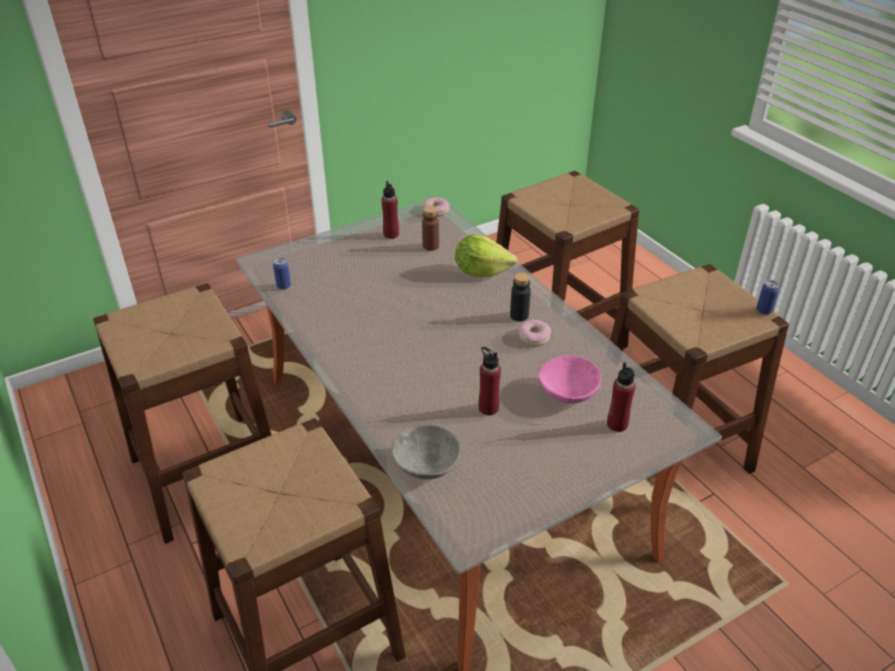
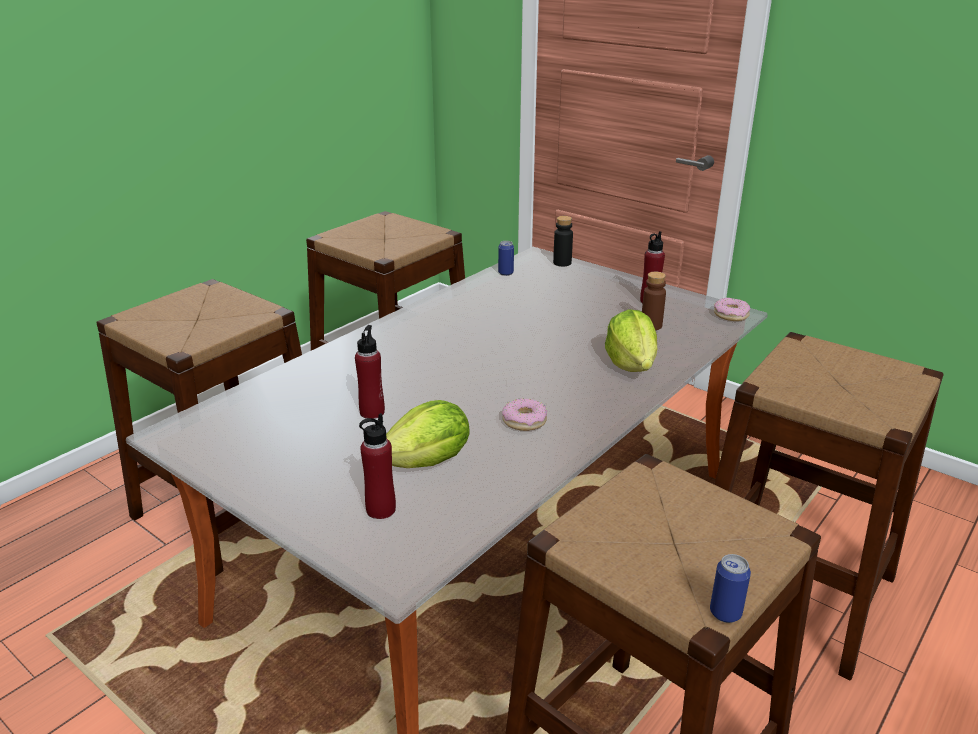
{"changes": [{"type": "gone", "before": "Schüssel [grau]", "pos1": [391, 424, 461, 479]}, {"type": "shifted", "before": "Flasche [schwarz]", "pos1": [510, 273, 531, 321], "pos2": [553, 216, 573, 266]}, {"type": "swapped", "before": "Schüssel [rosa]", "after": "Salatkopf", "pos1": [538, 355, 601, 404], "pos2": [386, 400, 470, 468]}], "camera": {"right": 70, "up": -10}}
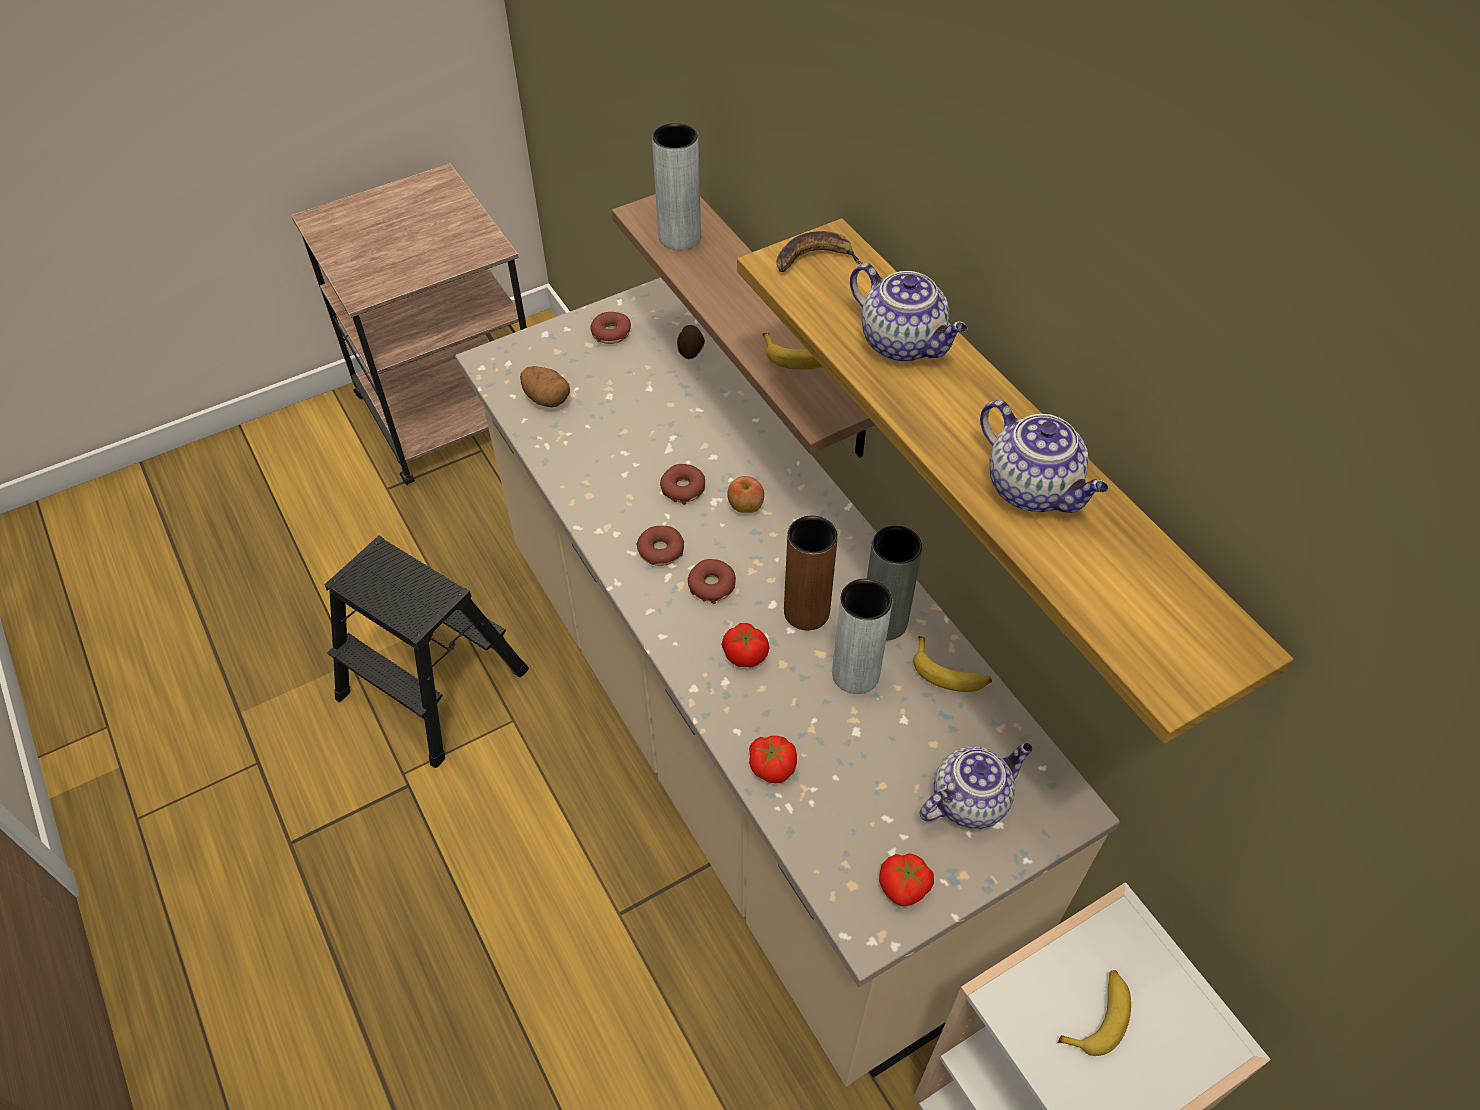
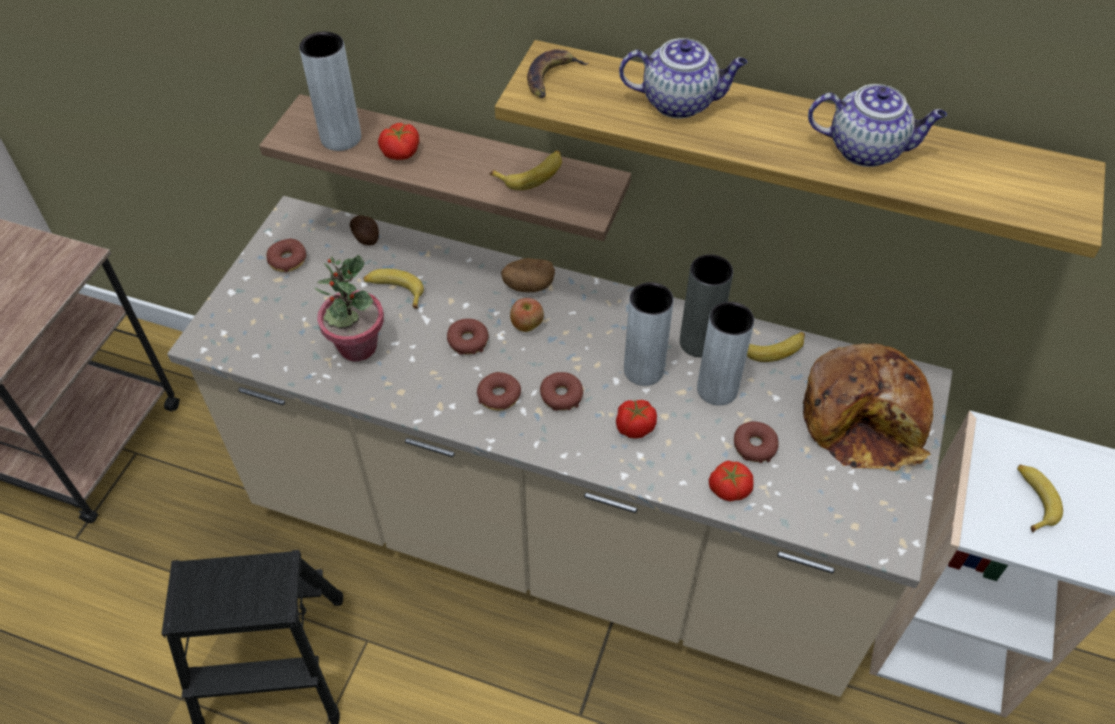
{"changes": [{"type": "new", "after": "Topfpflanze", "pos2": [314, 255, 384, 362]}, {"type": "new", "after": "Banane", "pos2": [363, 269, 424, 309]}, {"type": "new", "after": "Donut", "pos2": [734, 421, 779, 463]}, {"type": "shifted", "before": "Kartoffel", "pos1": [520, 366, 570, 407], "pos2": [501, 258, 555, 292]}, {"type": "shifted", "before": "Tomate", "pos1": [879, 853, 934, 906], "pos2": [378, 123, 419, 160]}, {"type": "swapped", "before": "Teekanne", "after": "Brot", "pos1": [920, 743, 1033, 829], "pos2": [803, 343, 933, 471]}, {"type": "repainted", "before": "Vase [braun]", "after": "Vase [grau]", "pos1": [784, 516, 838, 630], "pos2": [624, 282, 674, 386]}], "camera": {"right": -40, "up": 0}}
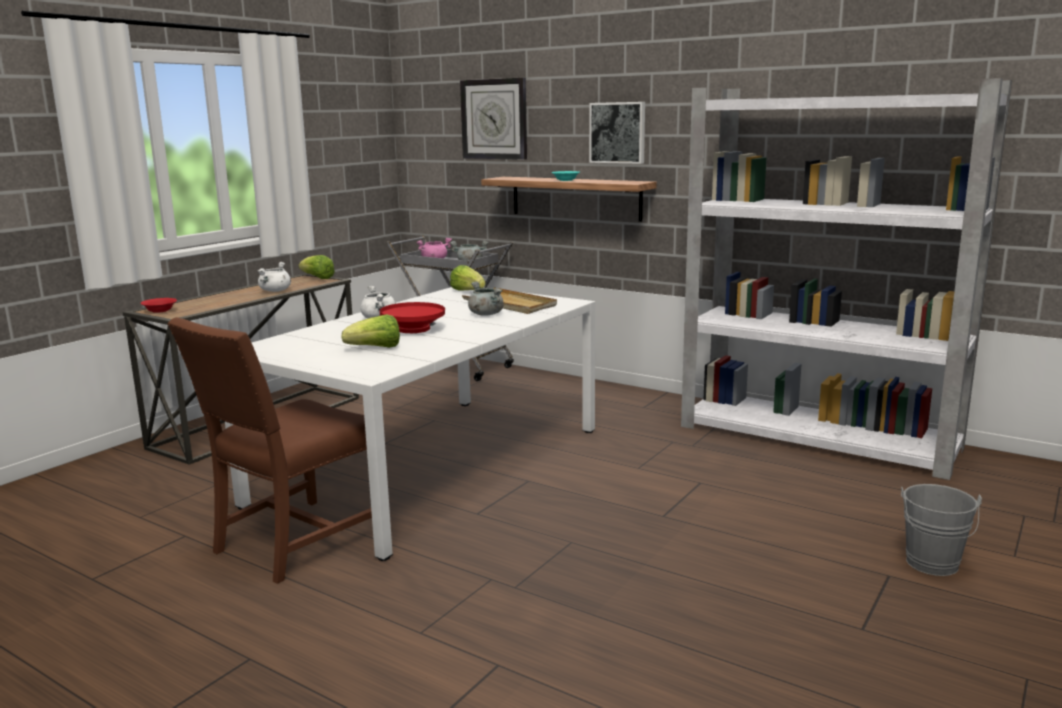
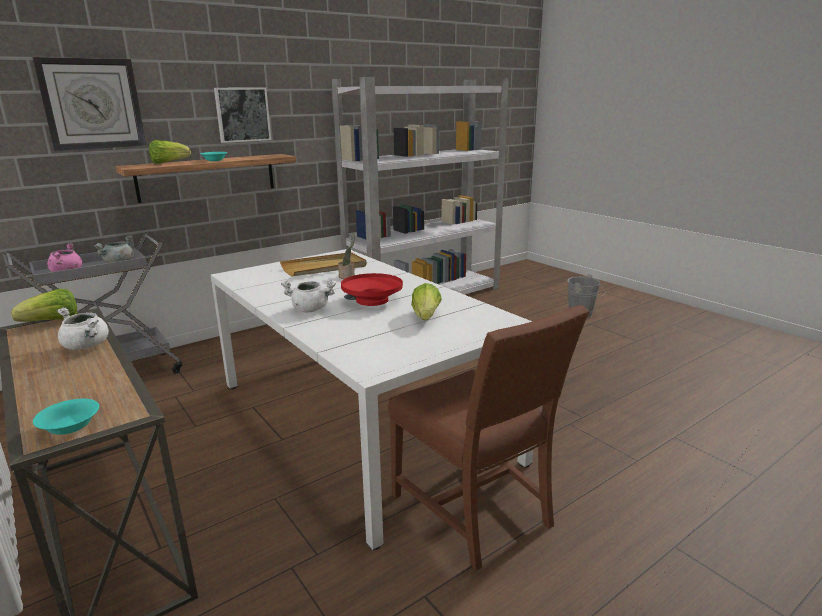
{"changes": [{"type": "shifted", "before": "Salatkopf", "pos1": [450, 265, 486, 291], "pos2": [149, 140, 191, 164]}, {"type": "swapped", "before": "Kochtopf [grau]", "after": "Topfpflanze", "pos1": [468, 282, 504, 316], "pos2": [338, 232, 355, 279]}, {"type": "repainted", "before": "Schüssel [rot]", "after": "Schüssel [türkis]", "pos1": [140, 298, 177, 313], "pos2": [33, 399, 99, 435]}], "camera": {"right": -70, "up": 5}}
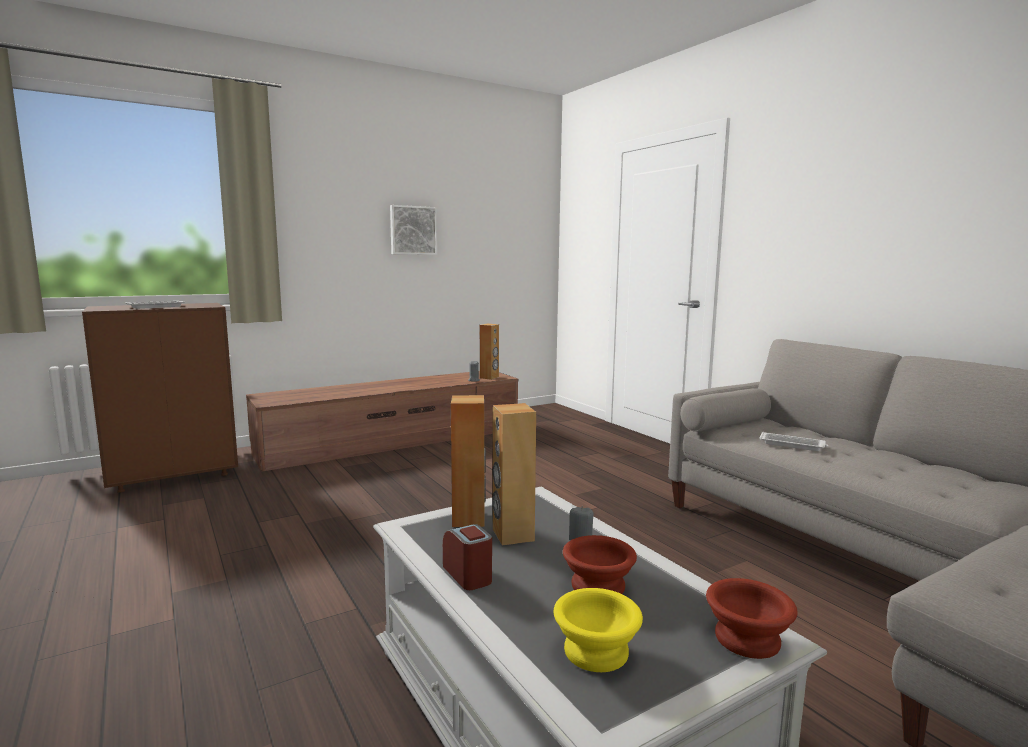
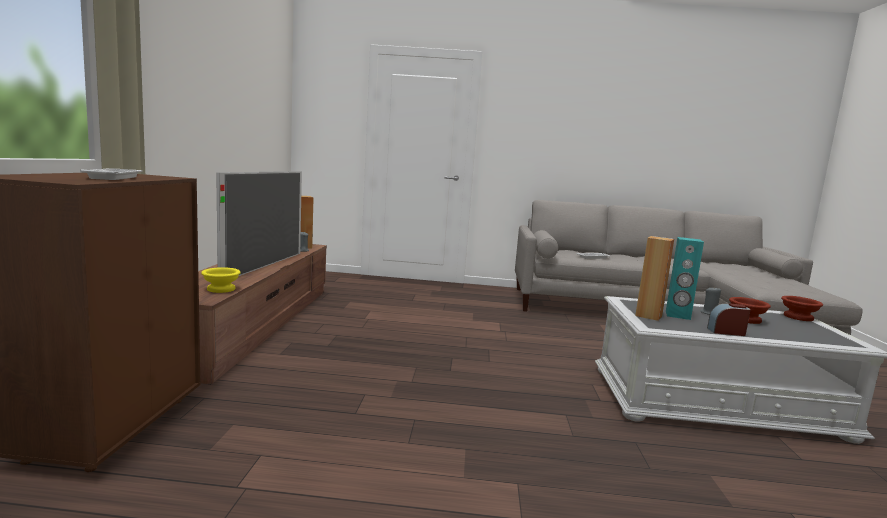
{"changes": [{"type": "gone", "before": "Bild", "pos1": [390, 205, 437, 255]}, {"type": "new", "after": "Fernseher", "pos2": [216, 171, 302, 276]}, {"type": "shifted", "before": "Schüssel [gelb]", "pos1": [554, 588, 643, 672], "pos2": [201, 267, 241, 293]}, {"type": "repainted", "before": "Lautsprecher [braun]", "after": "Lautsprecher [türkis]", "pos1": [492, 403, 536, 545], "pos2": [666, 237, 704, 320]}], "camera": {"right": -55, "up": 0}}
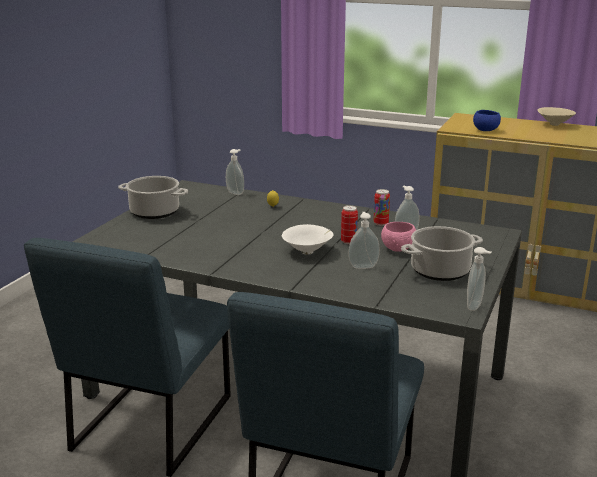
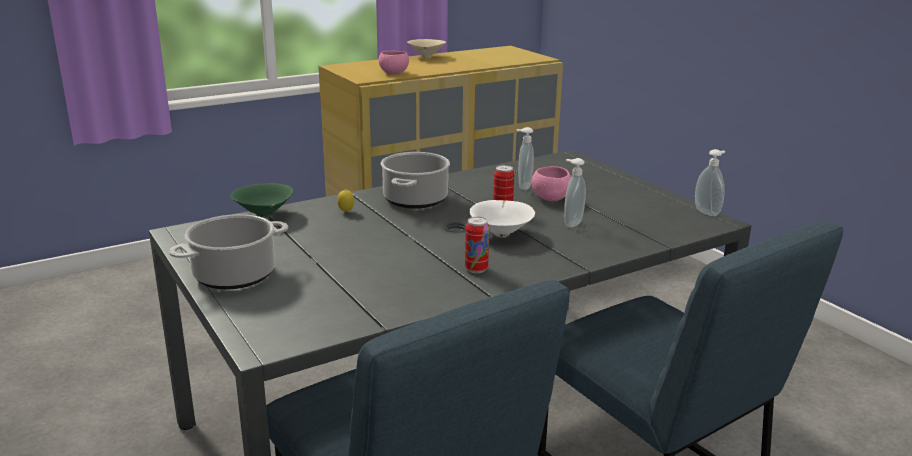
{"changes": [{"type": "shifted", "before": "Dose", "pos1": [374, 189, 390, 226], "pos2": [465, 217, 489, 273]}, {"type": "shifted", "before": "Kochtopf", "pos1": [401, 226, 483, 281], "pos2": [381, 152, 450, 209]}, {"type": "swapped", "before": "Seifenspender", "after": "Schüssel [grün]", "pos1": [226, 149, 244, 195], "pos2": [230, 183, 294, 218]}, {"type": "repainted", "before": "Schüssel [blau]", "after": "Schüssel [rosa]", "pos1": [473, 110, 501, 131], "pos2": [378, 51, 409, 75]}], "camera": {"right": -55, "up": 0}}
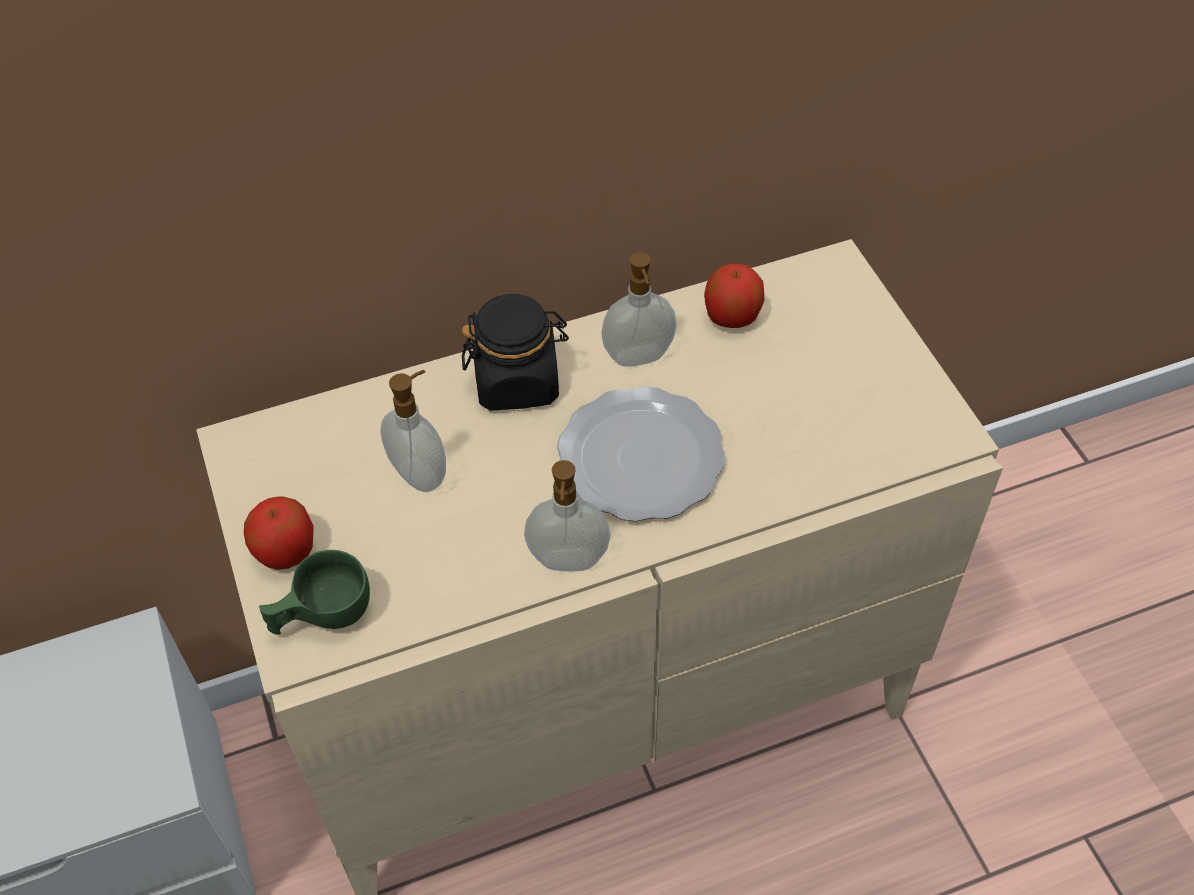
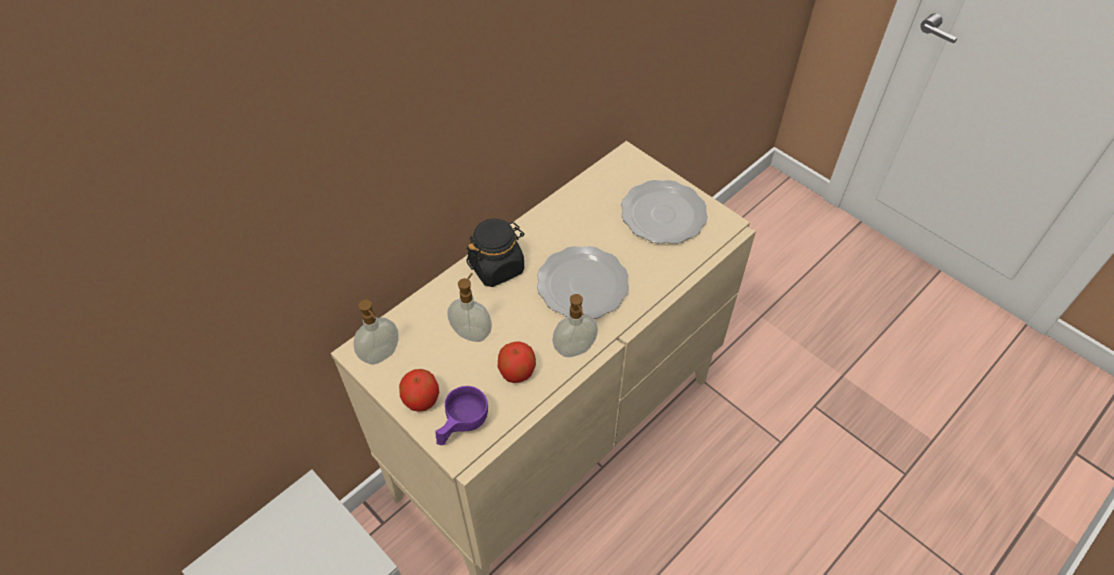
{"changes": [{"type": "new", "after": "Teller", "pos2": [621, 180, 708, 244]}, {"type": "shifted", "before": "Seifenspender", "pos1": [601, 252, 677, 367], "pos2": [353, 300, 399, 364]}, {"type": "shifted", "before": "Apfel", "pos1": [704, 264, 764, 328], "pos2": [498, 341, 536, 383]}, {"type": "repainted", "before": "Tasse [grün]", "after": "Tasse [lila]", "pos1": [259, 550, 370, 635], "pos2": [435, 386, 488, 445]}], "camera": {"right": -25, "up": 0}}
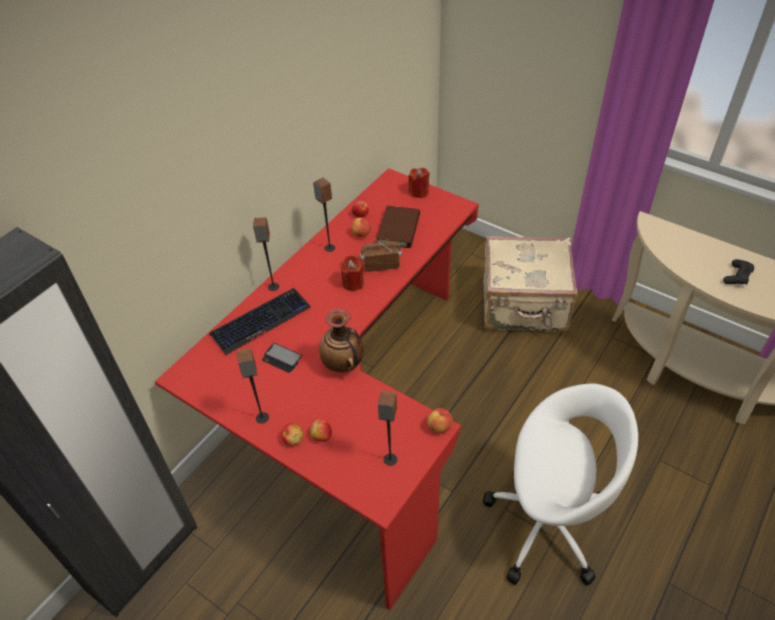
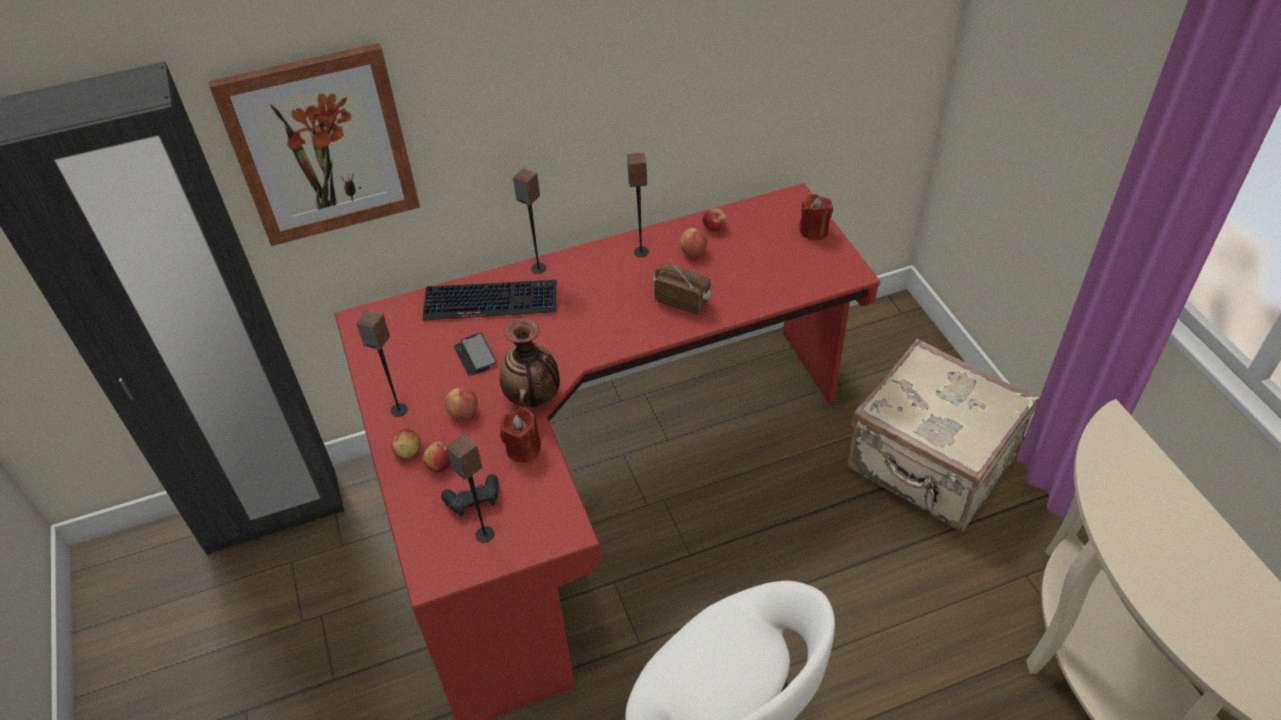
{"changes": [{"type": "gone", "before": "Buch [braun]", "pos1": [376, 206, 420, 248]}, {"type": "new", "after": "Bild", "pos2": [209, 43, 420, 246]}, {"type": "shifted", "before": "Kerze [rot]", "pos1": [340, 255, 364, 291], "pos2": [500, 408, 541, 463]}, {"type": "shifted", "before": "Apfel", "pos1": [427, 408, 453, 433], "pos2": [445, 388, 478, 419]}, {"type": "shifted", "before": "Gamepad [schwarz]", "pos1": [723, 259, 755, 285], "pos2": [441, 474, 499, 516]}], "camera": {"right": 35, "up": 0}}
